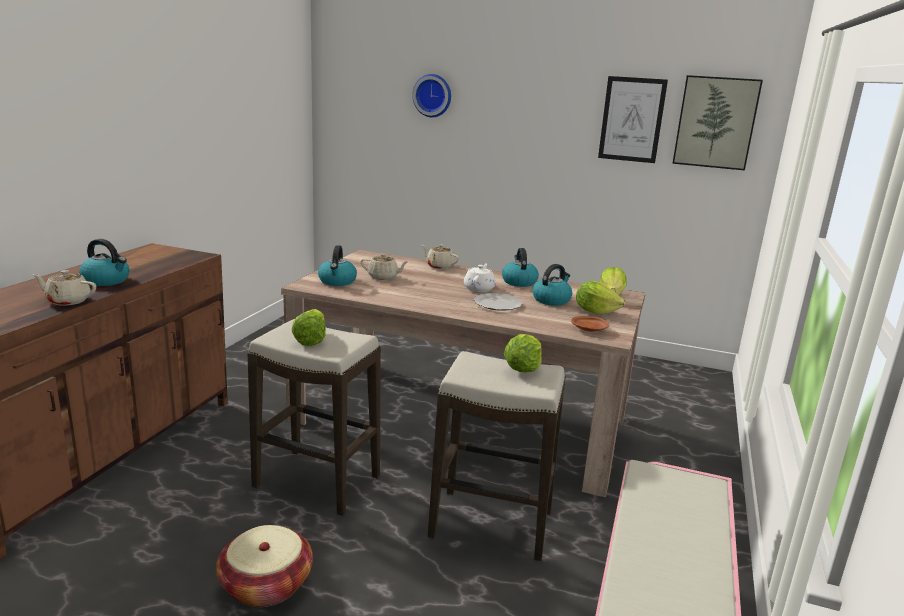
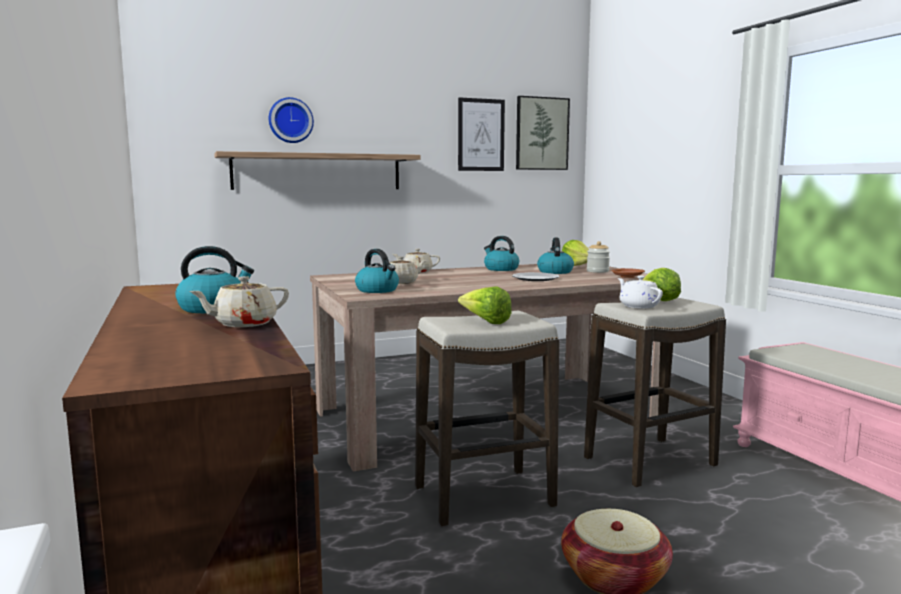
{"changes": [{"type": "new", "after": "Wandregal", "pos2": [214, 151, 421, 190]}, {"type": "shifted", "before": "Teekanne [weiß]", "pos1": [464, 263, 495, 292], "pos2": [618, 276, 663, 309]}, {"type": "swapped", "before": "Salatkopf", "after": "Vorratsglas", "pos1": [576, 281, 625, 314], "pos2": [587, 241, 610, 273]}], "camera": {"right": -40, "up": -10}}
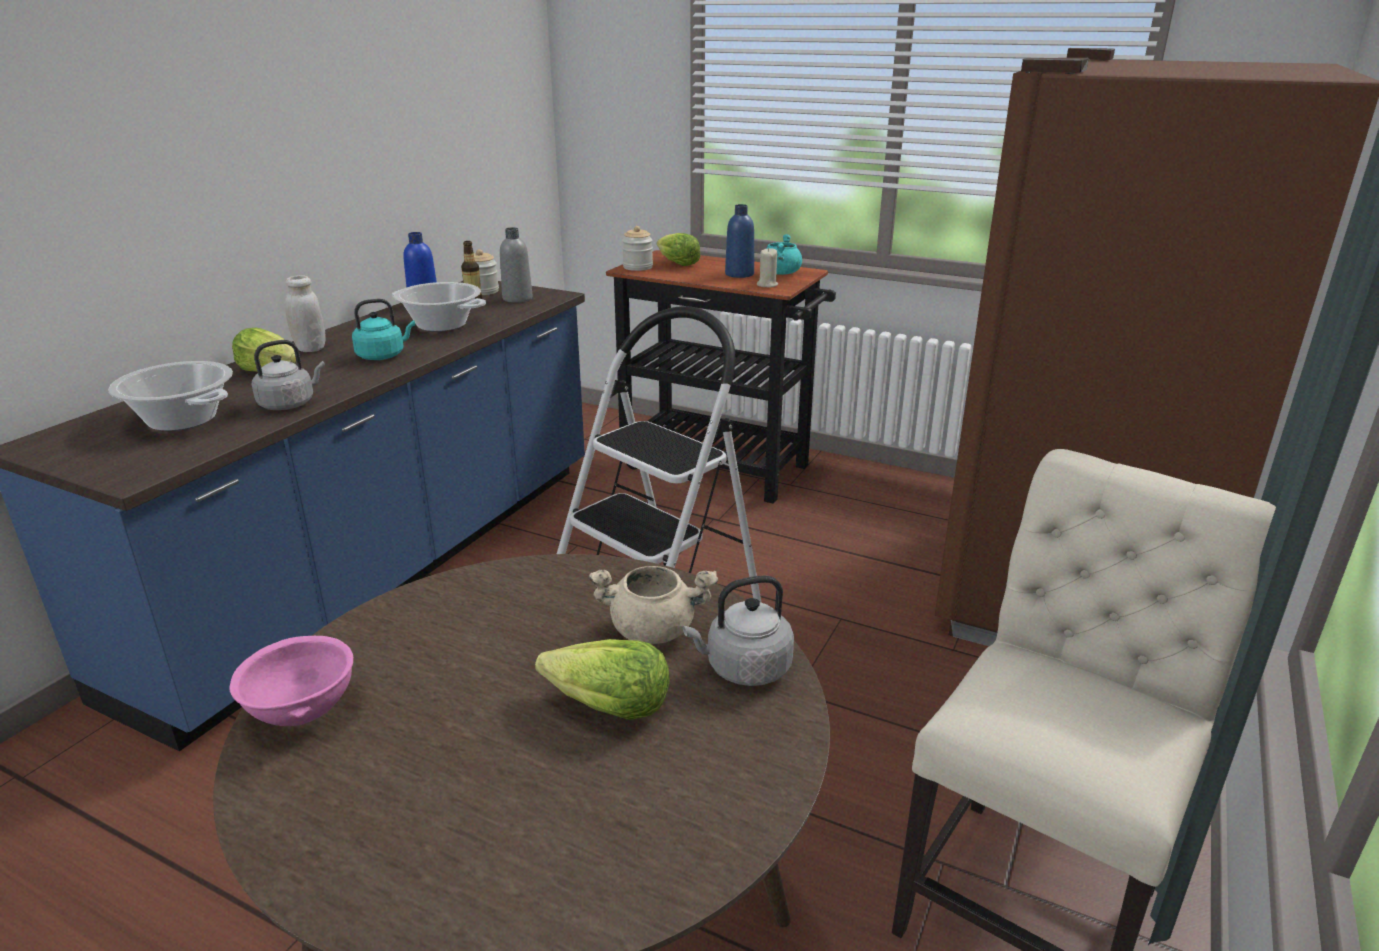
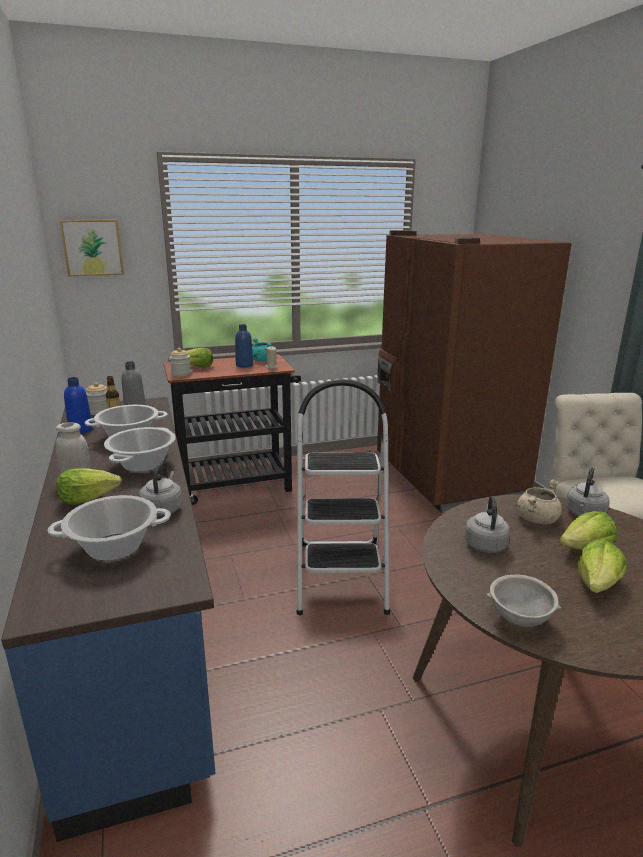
{"changes": [{"type": "new", "after": "Bild", "pos2": [60, 220, 124, 276]}, {"type": "new", "after": "Wasserkessel [grau]", "pos2": [465, 496, 510, 553]}, {"type": "new", "after": "Salatkopf", "pos2": [578, 539, 627, 593]}, {"type": "swapped", "before": "Wasserkessel [türkis]", "after": "Kochtopf", "pos1": [352, 299, 415, 360], "pos2": [104, 427, 176, 472]}, {"type": "repainted", "before": "Schüssel [rosa]", "after": "Schüssel [grau]", "pos1": [229, 636, 353, 726], "pos2": [487, 575, 561, 627]}], "camera": {"right": -45, "up": -5}}
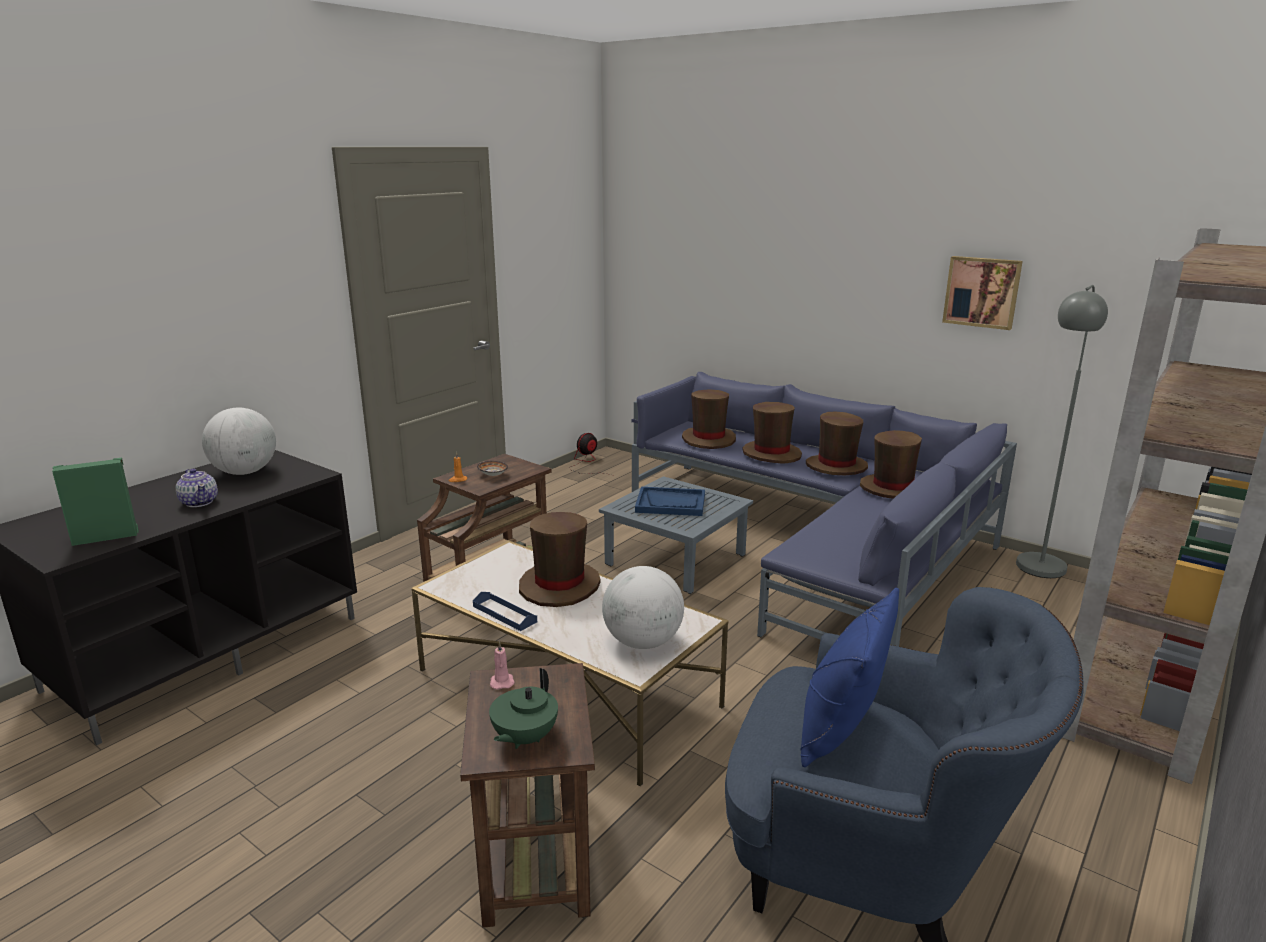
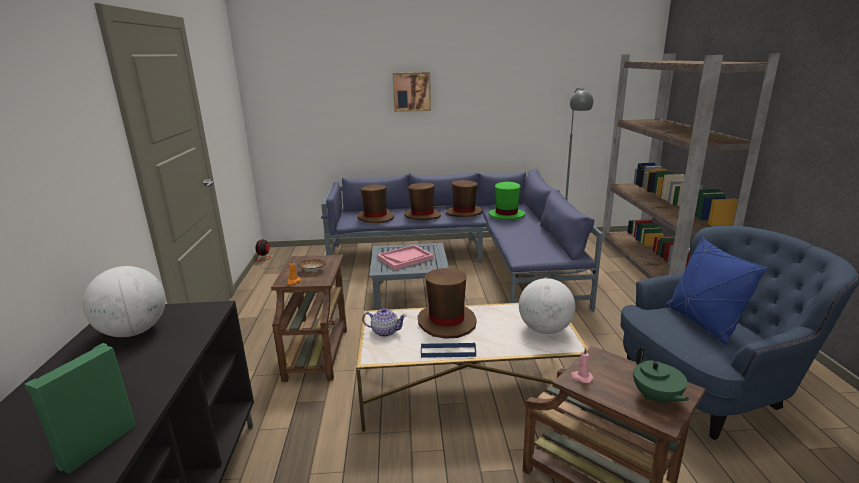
{"changes": [{"type": "shifted", "before": "Teekanne", "pos1": [176, 468, 218, 507], "pos2": [362, 308, 407, 337]}, {"type": "shifted", "before": "Bild", "pos1": [942, 256, 1023, 330], "pos2": [393, 72, 431, 112]}, {"type": "repainted", "before": "Tablett [blau]", "after": "Tablett [rosa]", "pos1": [635, 487, 705, 516], "pos2": [377, 245, 433, 270]}, {"type": "repainted", "before": "Hut [braun]", "after": "Hut [grün]", "pos1": [860, 430, 922, 499], "pos2": [489, 182, 525, 220]}], "camera": {"right": -40, "up": 0}}
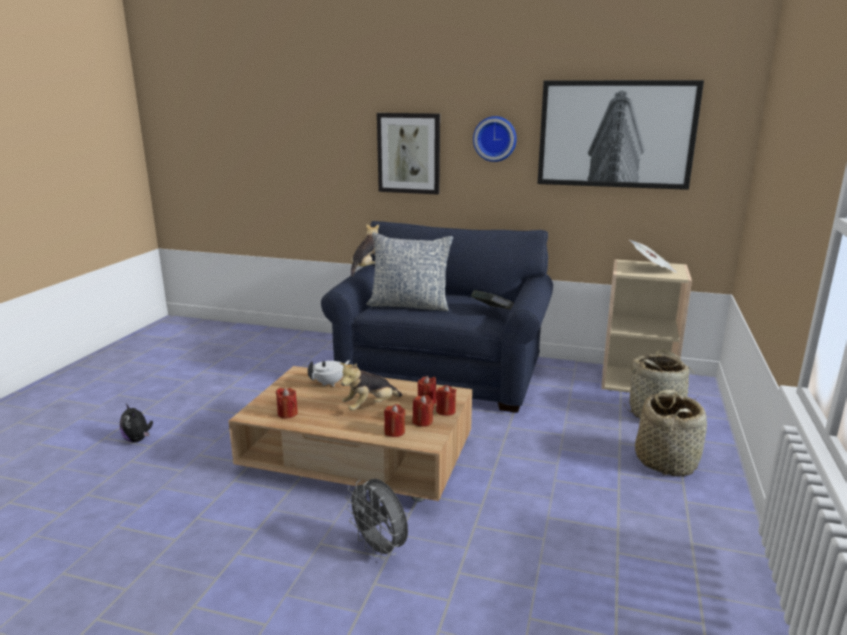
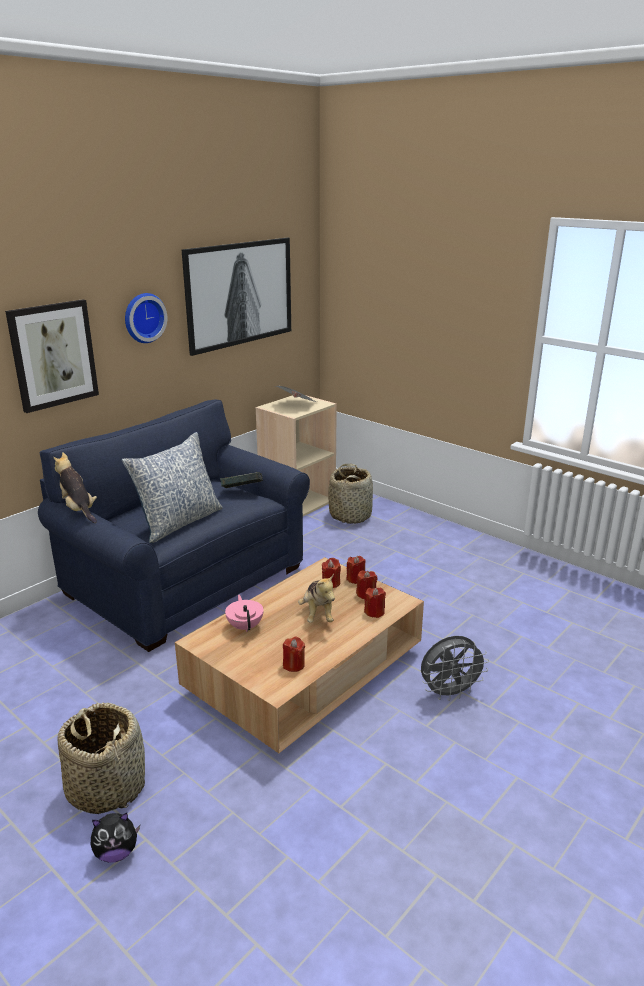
{"changes": [{"type": "shifted", "before": "Korb", "pos1": [635, 390, 707, 476], "pos2": [57, 703, 145, 814]}, {"type": "repainted", "before": "Teekanne [weiß]", "after": "Teekanne [rosa]", "pos1": [308, 360, 350, 386], "pos2": [225, 595, 263, 632]}], "camera": {"right": -65, "up": 5}}
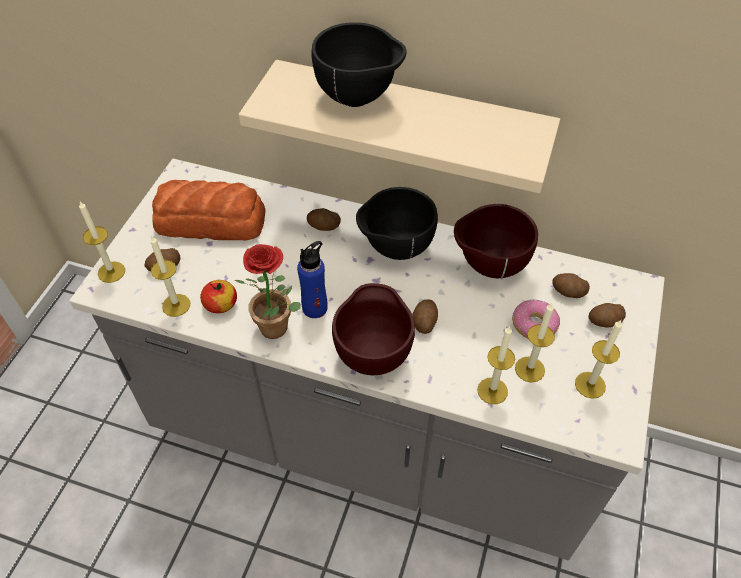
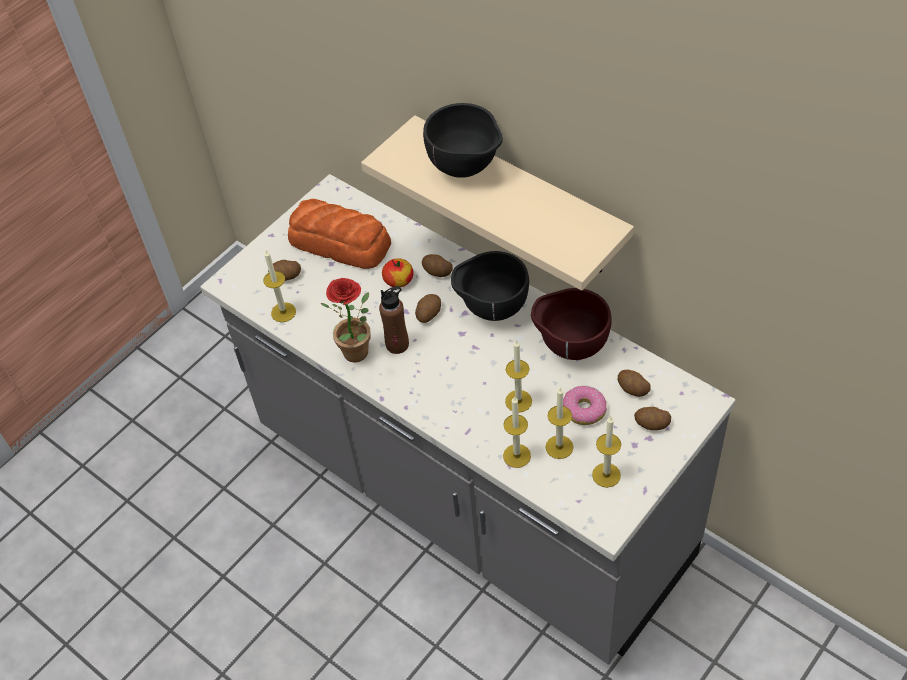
{"changes": [{"type": "gone", "before": "Schüssel [braun]", "pos1": [332, 283, 415, 375]}, {"type": "shifted", "before": "Kerze", "pos1": [79, 201, 125, 283], "pos2": [505, 340, 532, 413]}, {"type": "shifted", "before": "Apfel", "pos1": [200, 280, 237, 313], "pos2": [382, 258, 414, 287]}, {"type": "shifted", "before": "Kartoffel", "pos1": [412, 299, 438, 334], "pos2": [415, 294, 441, 323]}, {"type": "repainted", "before": "Flasche [blau]", "after": "Flasche [braun]", "pos1": [297, 241, 328, 318], "pos2": [379, 286, 409, 354]}], "camera": {"right": 25, "up": 0}}
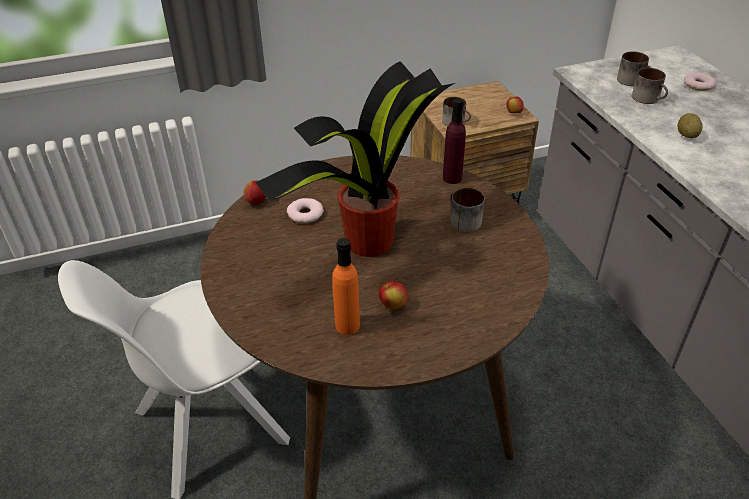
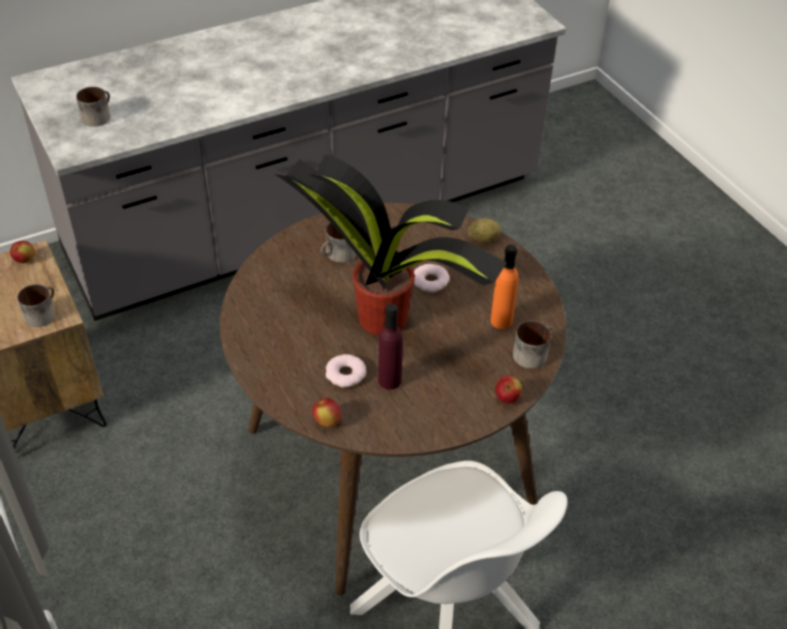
{"changes": [{"type": "shifted", "before": "Apfel", "pos1": [379, 281, 408, 309], "pos2": [495, 376, 522, 403]}, {"type": "shifted", "before": "Flasche [lila]", "pos1": [443, 99, 466, 184], "pos2": [378, 304, 403, 390]}, {"type": "shifted", "before": "Henkelbecher", "pos1": [632, 68, 668, 104], "pos2": [513, 321, 552, 369]}, {"type": "shifted", "before": "Kartoffel", "pos1": [677, 113, 703, 138], "pos2": [468, 218, 501, 243]}, {"type": "shifted", "before": "Donut", "pos1": [684, 73, 716, 91], "pos2": [414, 264, 450, 292]}], "camera": {"right": -100, "up": 5}}
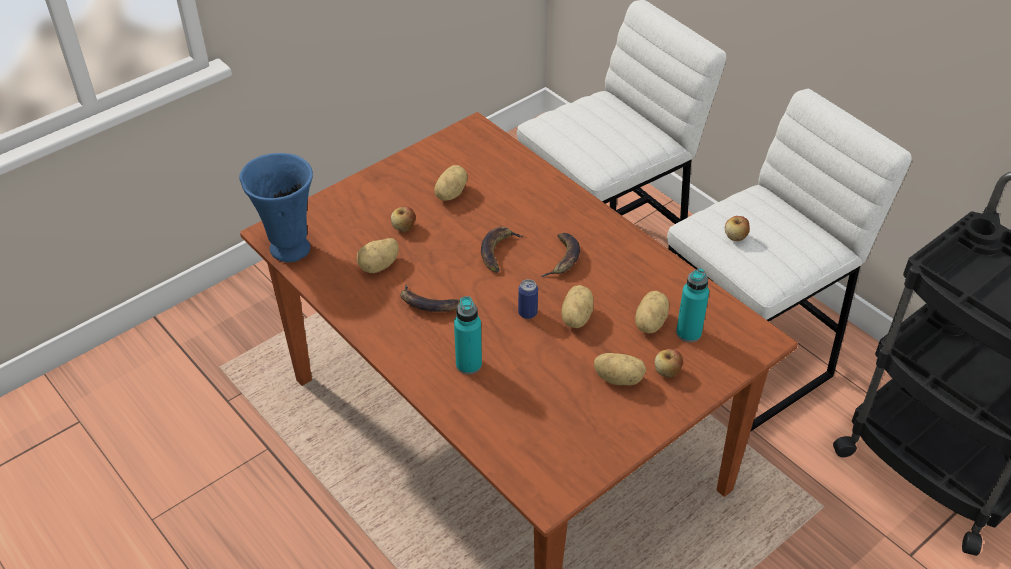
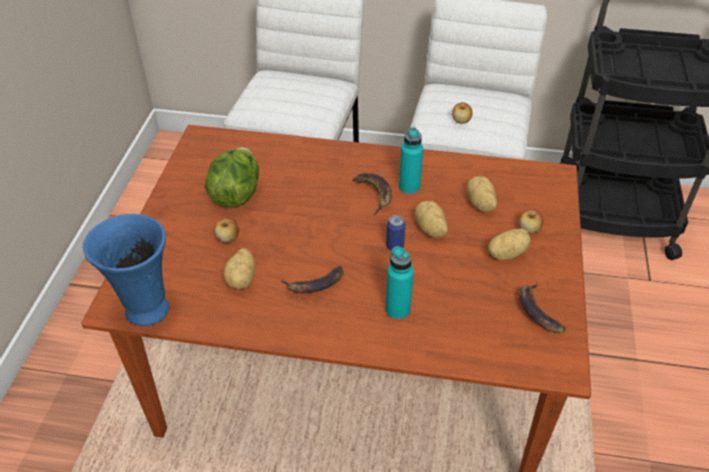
{"changes": [{"type": "shifted", "before": "Banane", "pos1": [481, 227, 524, 273], "pos2": [519, 283, 566, 333]}, {"type": "shifted", "before": "Flasche [türkis]", "pos1": [676, 268, 709, 342], "pos2": [399, 127, 423, 195]}, {"type": "swapped", "before": "Kartoffel", "after": "Salatkopf", "pos1": [434, 165, 468, 201], "pos2": [205, 147, 259, 208]}], "camera": {"right": -40, "up": 0}}
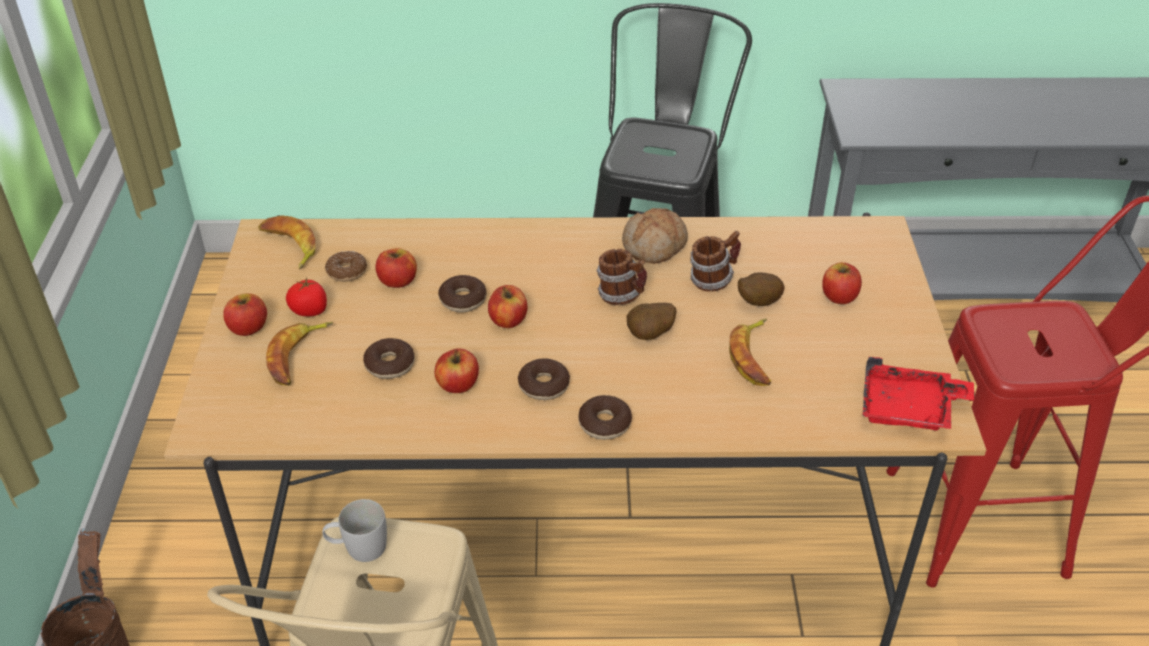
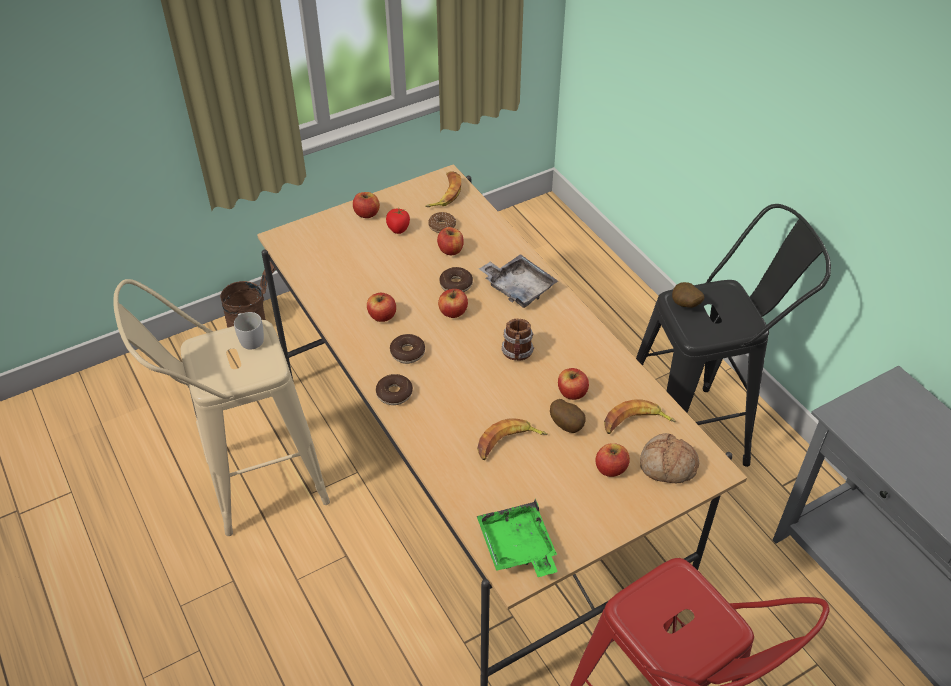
{"changes": [{"type": "gone", "before": "Donut", "pos1": [363, 338, 415, 379]}, {"type": "new", "after": "Tablett [grau]", "pos2": [479, 254, 558, 308]}, {"type": "shifted", "before": "Banane", "pos1": [266, 322, 333, 386], "pos2": [604, 399, 676, 434]}, {"type": "shifted", "before": "Brot", "pos1": [622, 208, 688, 264], "pos2": [640, 433, 699, 483]}, {"type": "shifted", "before": "Kartoffel", "pos1": [626, 303, 677, 340], "pos2": [672, 282, 704, 308]}, {"type": "swapped", "before": "Henkelbecher", "after": "Apfel", "pos1": [690, 231, 741, 292], "pos2": [558, 368, 589, 400]}, {"type": "repainted", "before": "Tablett [rot]", "after": "Tablett [grün]", "pos1": [863, 357, 974, 431], "pos2": [477, 499, 558, 577]}], "camera": {"right": 60, "up": 5}}
